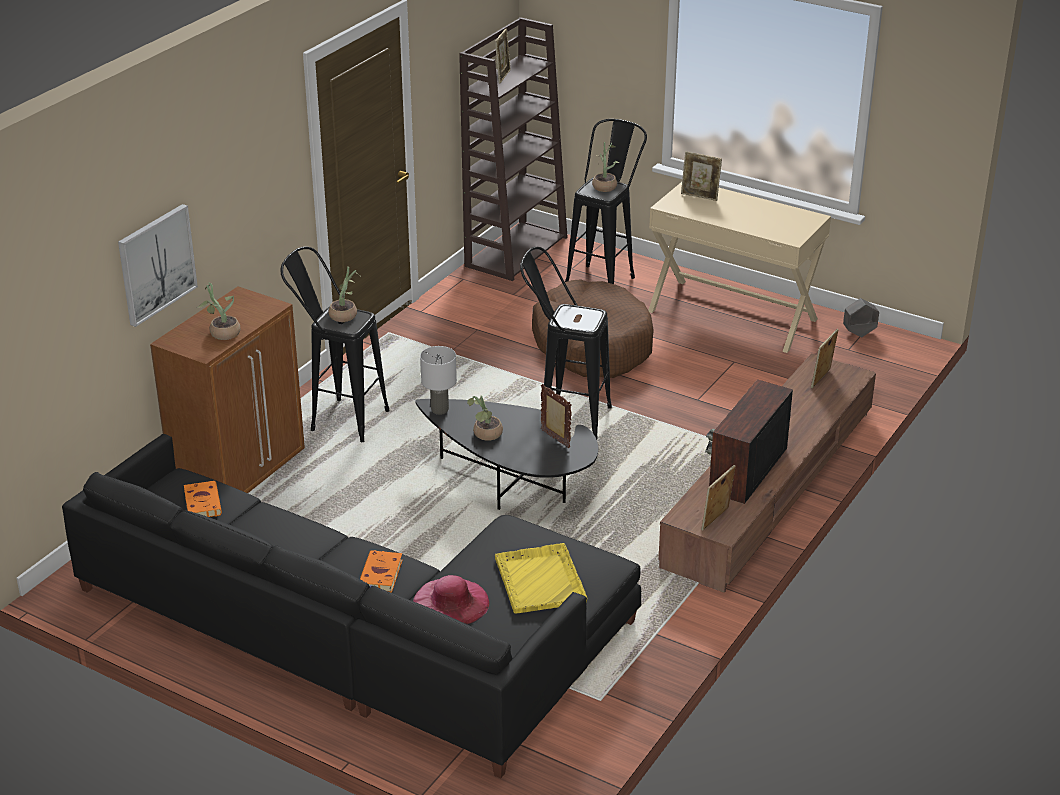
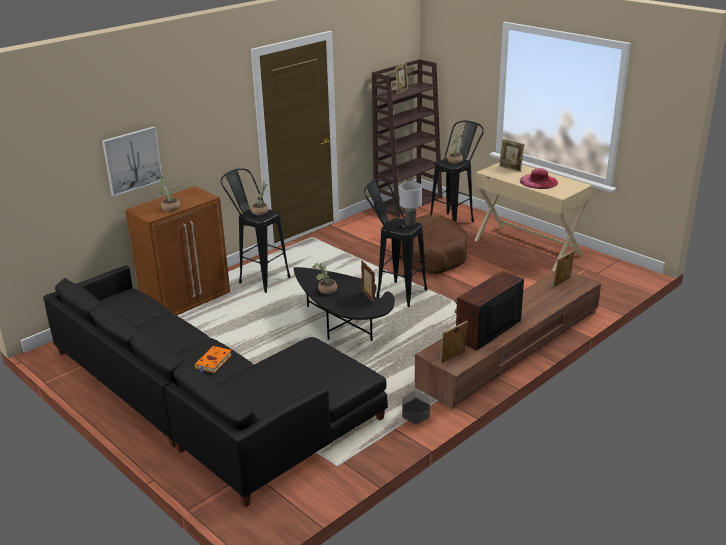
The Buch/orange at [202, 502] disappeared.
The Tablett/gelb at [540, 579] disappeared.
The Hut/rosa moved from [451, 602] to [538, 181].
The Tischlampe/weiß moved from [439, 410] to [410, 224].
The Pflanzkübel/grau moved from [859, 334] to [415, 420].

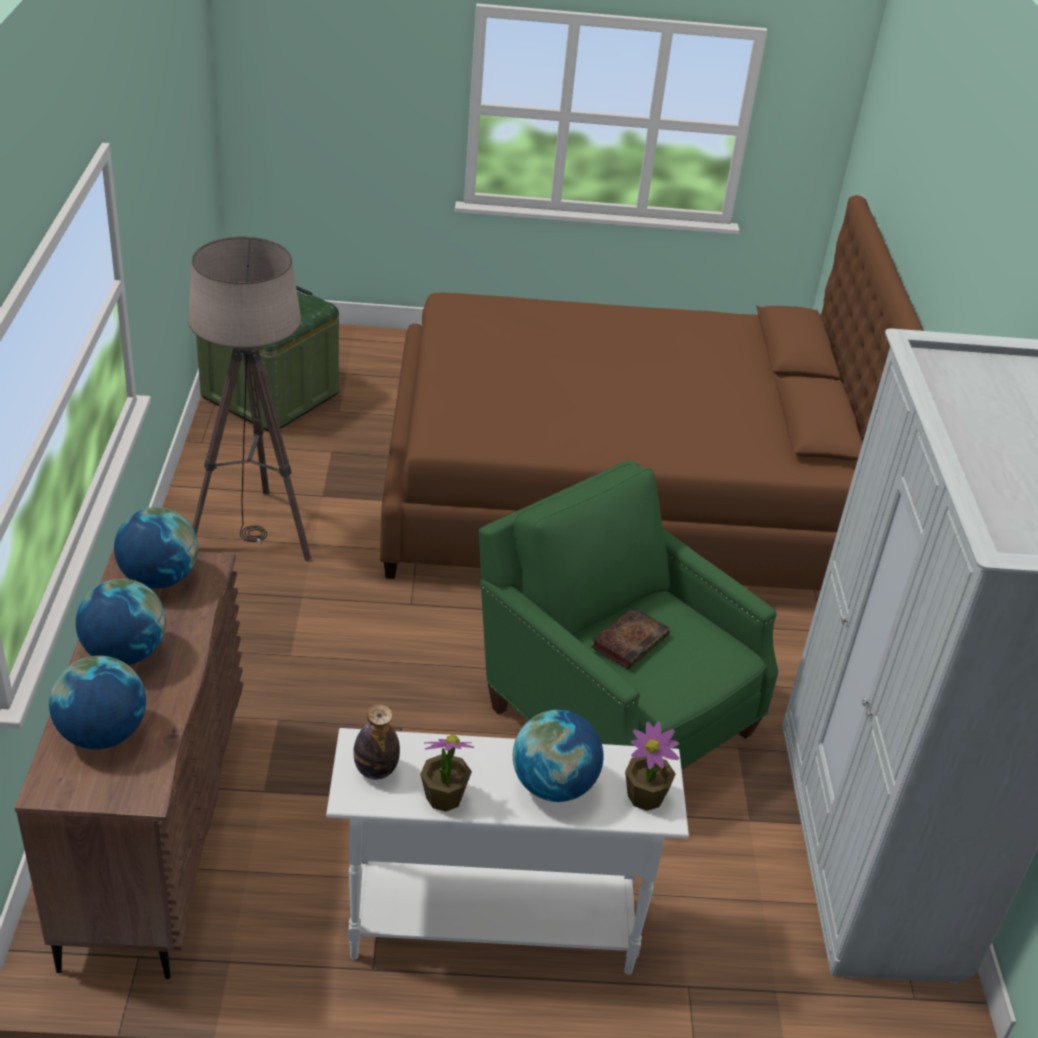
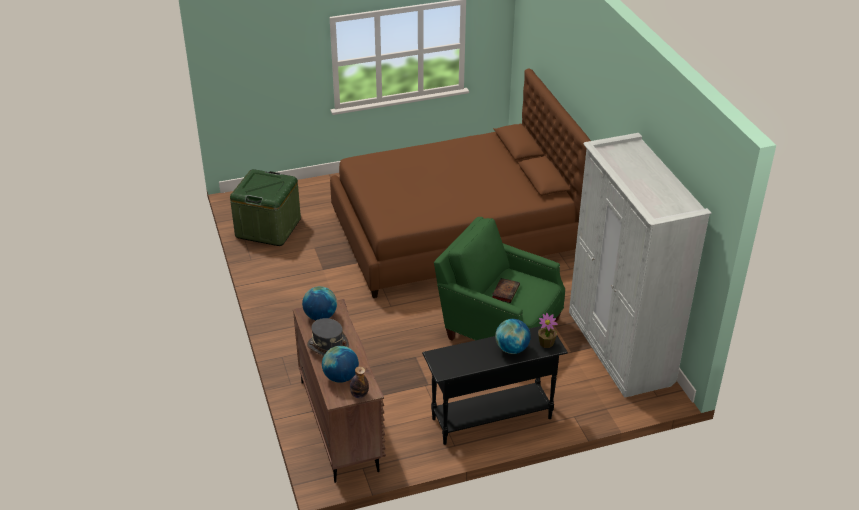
The Stehlampe at [255, 533] disappeared.
The Topfpflanze at [444, 797] disappeared.
The Flasche moved from [376, 770] to [359, 395].
The Globus at [125, 653] was replaced by the Hut/grau at [328, 347].
The Konsolentisch/weiß at [491, 926] became the Konsolentisch/schwarz at [491, 418].

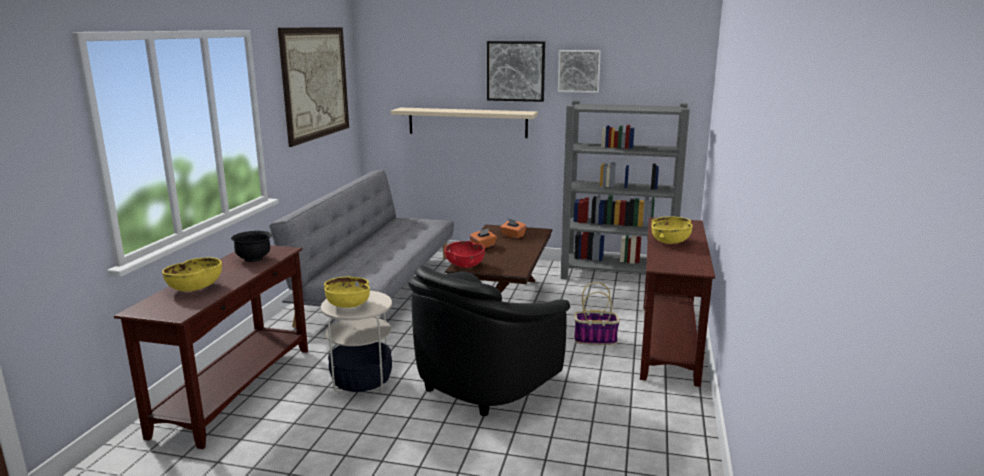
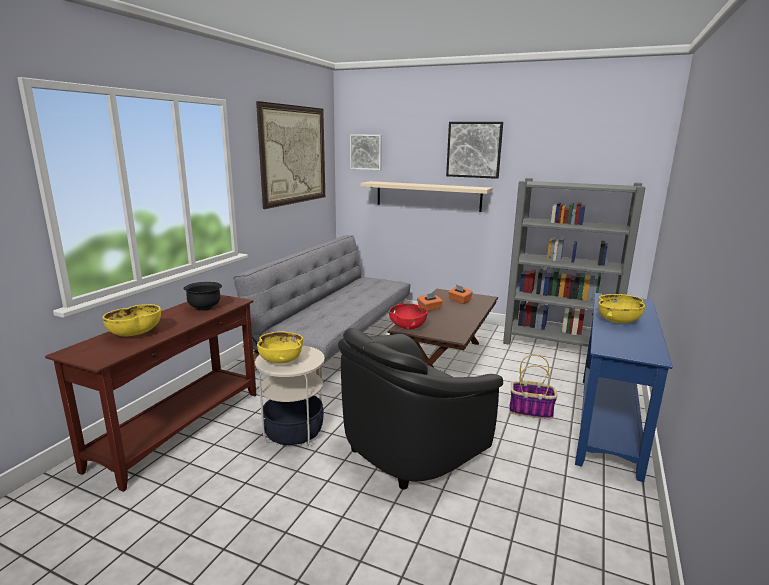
The Bild moved from [579, 71] to [366, 152].
The Konsolentisch/braun at [669, 343] became the Konsolentisch/blau at [608, 424].

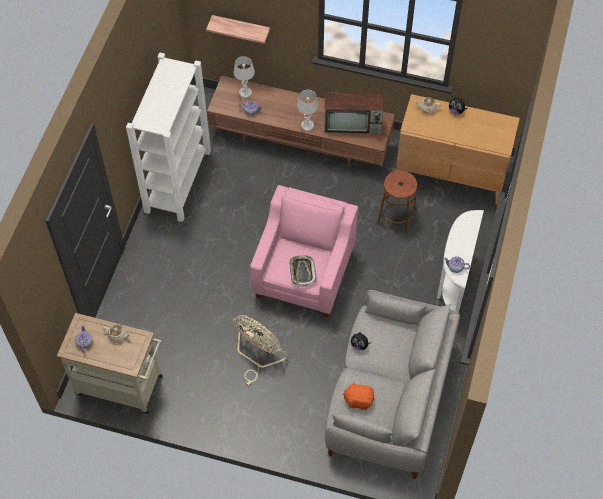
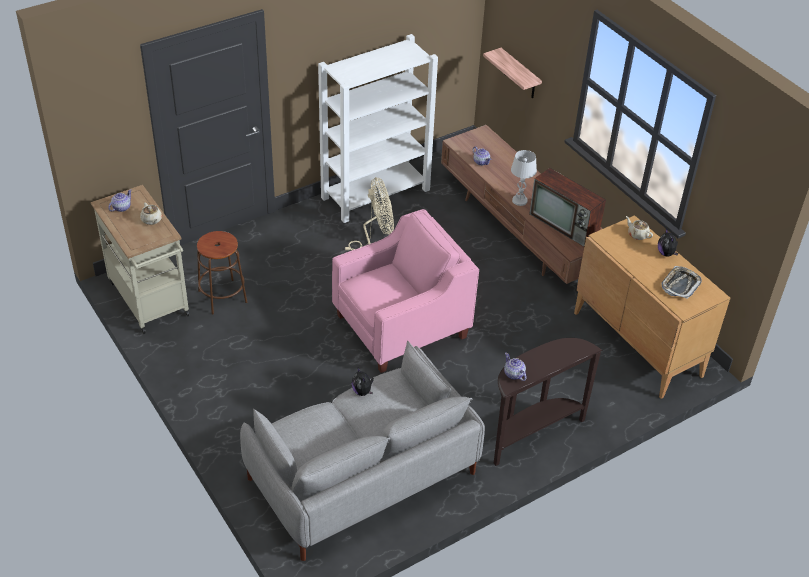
The Tischlampe/weiß at [245, 93] disappeared.
The Plüschtier/orange at [358, 400] disappeared.
The Ventilator/beige moved from [256, 355] to [375, 236].
The Tablett moved from [302, 272] to [680, 285].
The Hocker/braun moved from [396, 216] to [222, 296].
The Konsolentisch/weiß at [452, 287] became the Konsolentisch/braun at [532, 433].

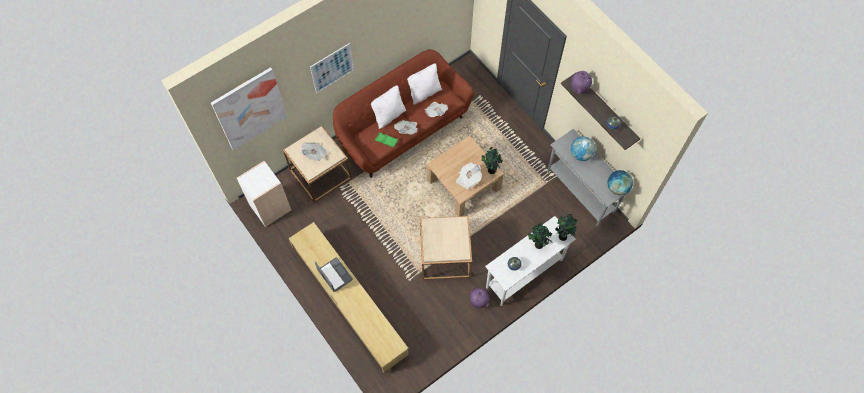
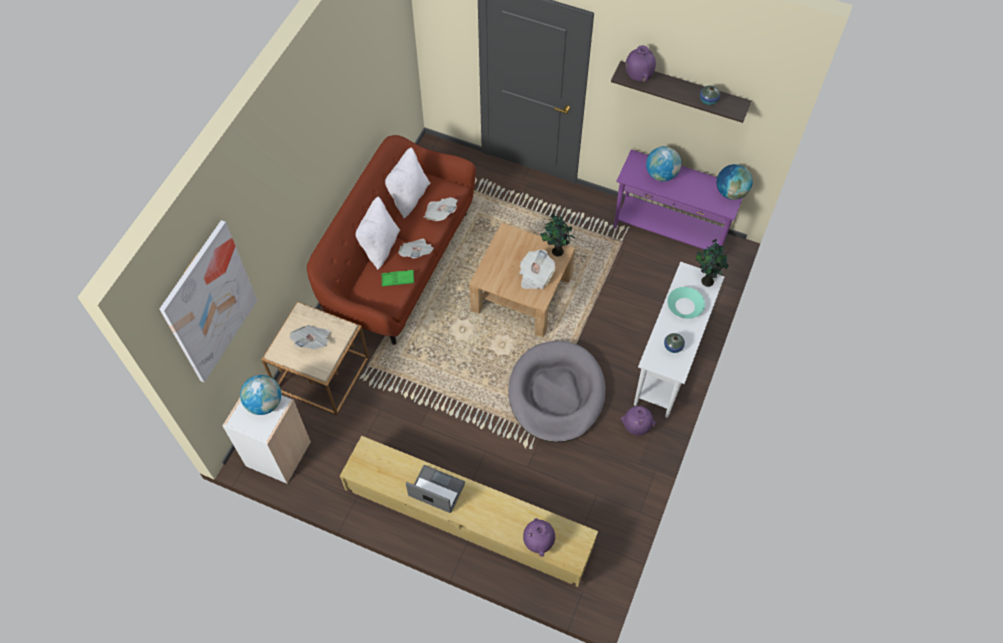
The Bild at [332, 68] disappeared.
The Globus at [265, 403] appeared.
The Vase/lila at [538, 542] appeared.
The Beistelltisch/beige at [445, 256] was replaced by the Hundebett/grau at [556, 393].
The Topfpflanze at [538, 244] was replaced by the Schüssel/türkis at [684, 306].
The Konsolentisch/grau at [581, 192] became the Konsolentisch/lila at [670, 232].

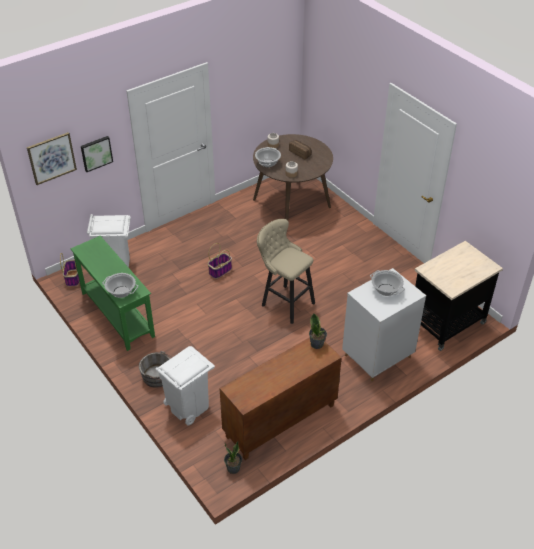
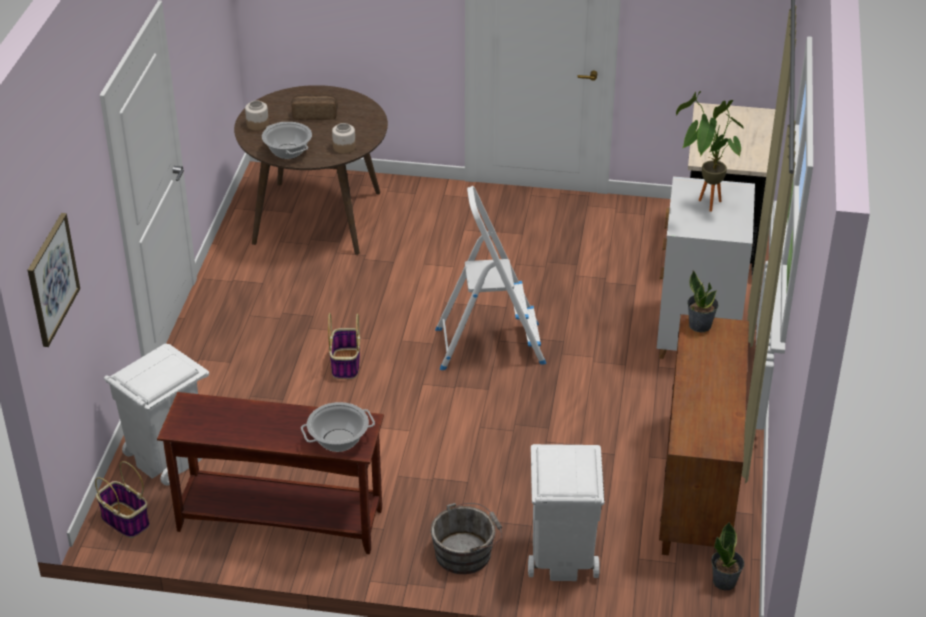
The Bild at [96, 153] disappeared.
The Hocker/beige at [283, 301] was replaced by the Trittleiter/weiß at [491, 346].
The Kochtopf at [386, 290] was replaced by the Topfpflanze at [704, 205].
The Konsolentisch/grün at [117, 314] became the Konsolentisch/braun at [279, 520].

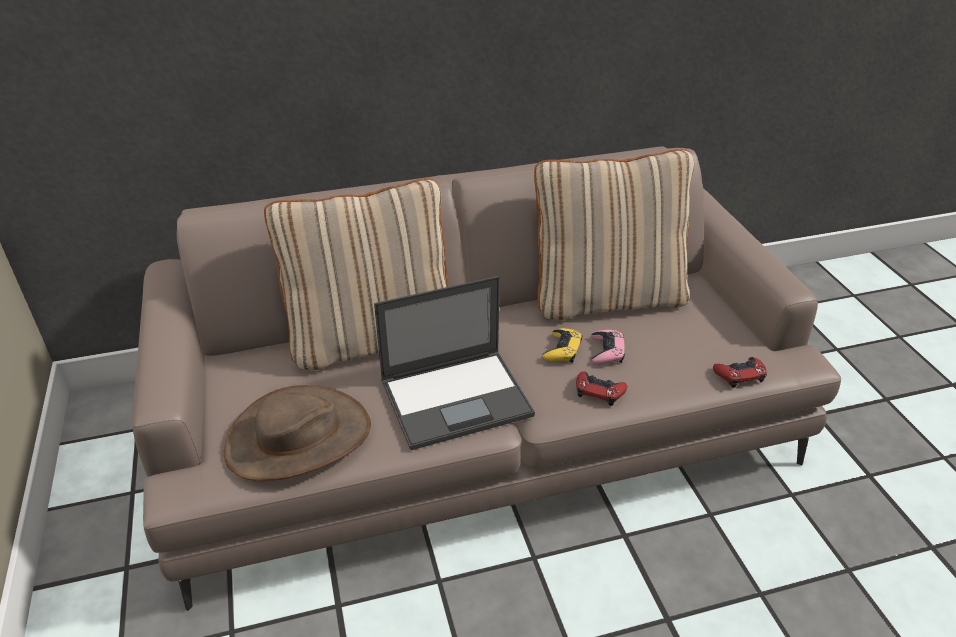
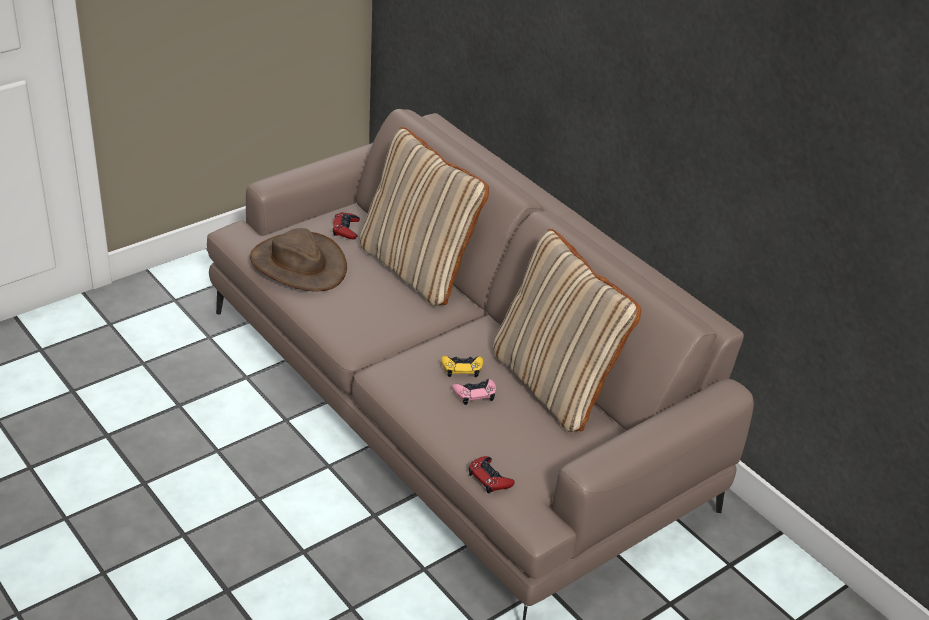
The Laptop at [457, 397] disappeared.
The Gamepad/rot moved from [599, 391] to [346, 229].

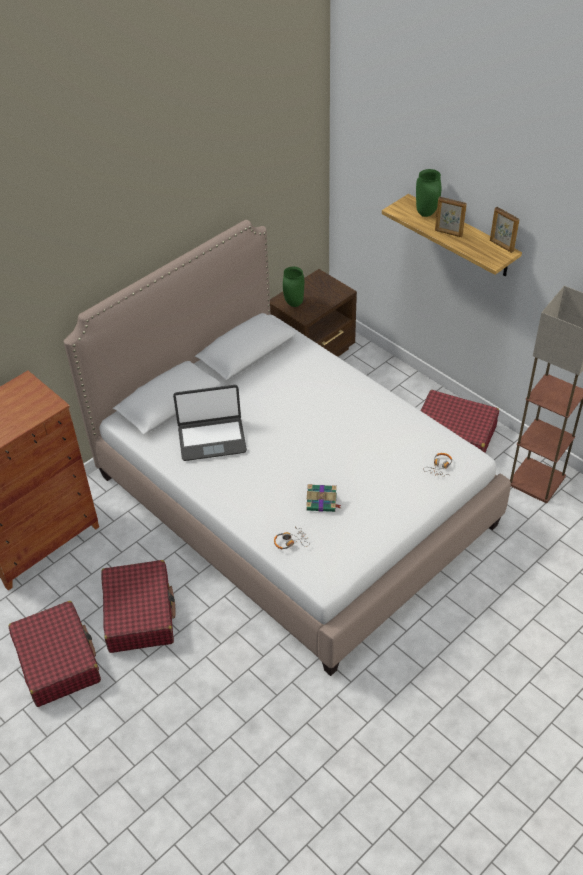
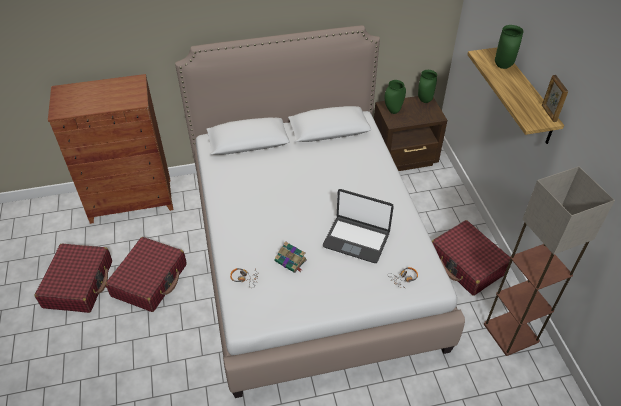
The Bilderrahmen at [448, 233] disappeared.
The Vase/grün at [425, 101] appeared.
The Laptop moved from [212, 439] to [356, 239].

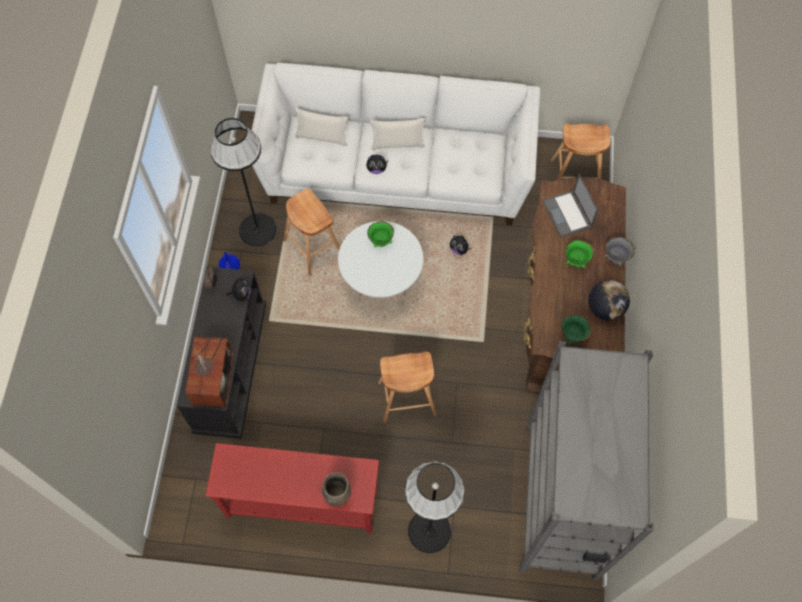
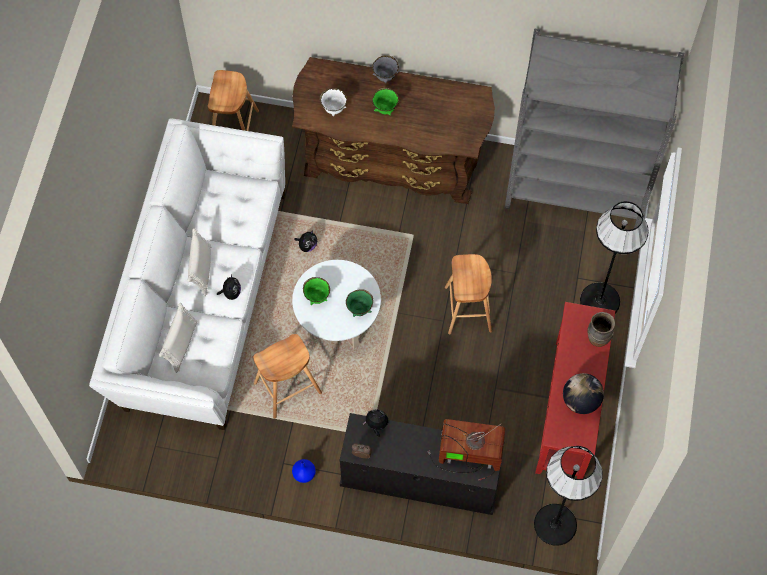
The Stehlampe/schwarz moved from [257, 230] to [555, 524].
The Schüssel/grün moved from [572, 336] to [360, 309].
The Globus moved from [605, 308] to [580, 400].
The Laptop at [567, 214] was replaced by the Schüssel/weiß at [334, 109].

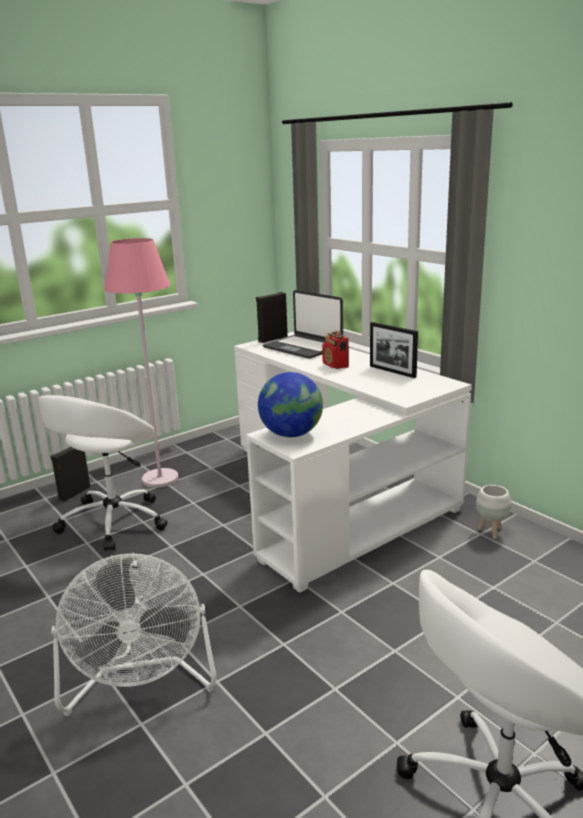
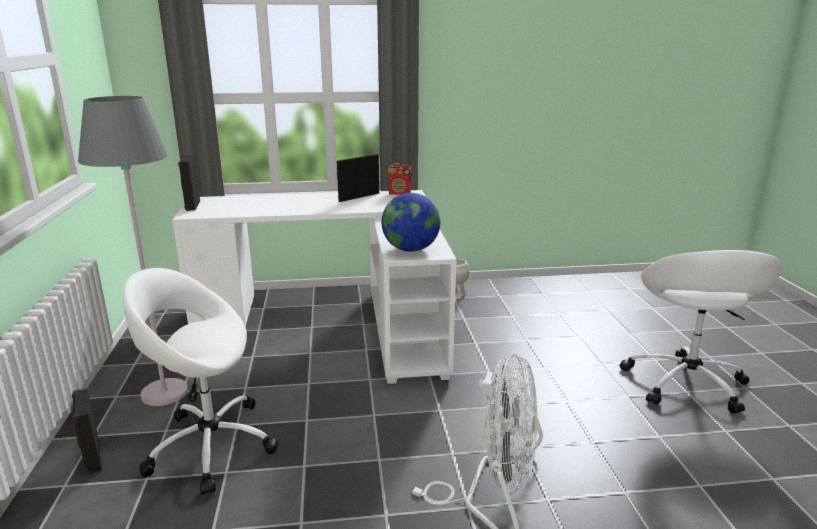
The Laptop at [303, 347] disappeared.
The Radio moved from [335, 365] to [400, 193].
The Stehlampe/rosa at [160, 479] became the Stehlampe/grau at [164, 393].
The Bürostuhl/weiß at [112, 523] turned 120 degrees clockwise.
The Bilderrahmen at [392, 371] turned 150 degrees clockwise.

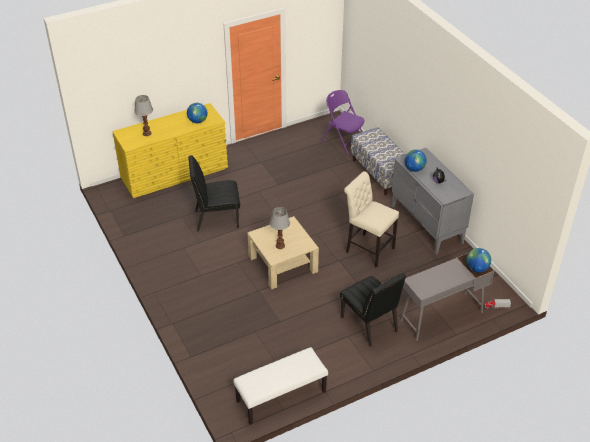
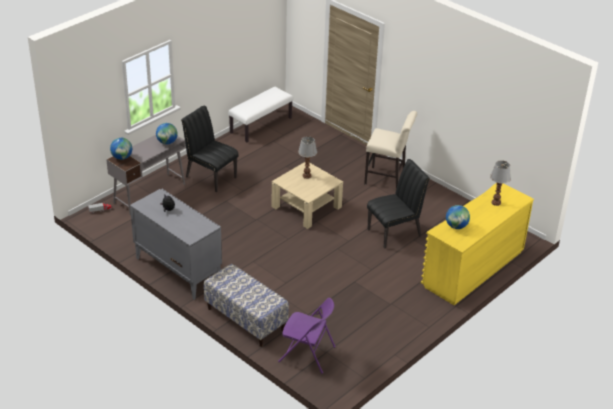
The Hocker/beige moved from [367, 249] to [387, 180].
The Globus moved from [414, 169] to [167, 142].

